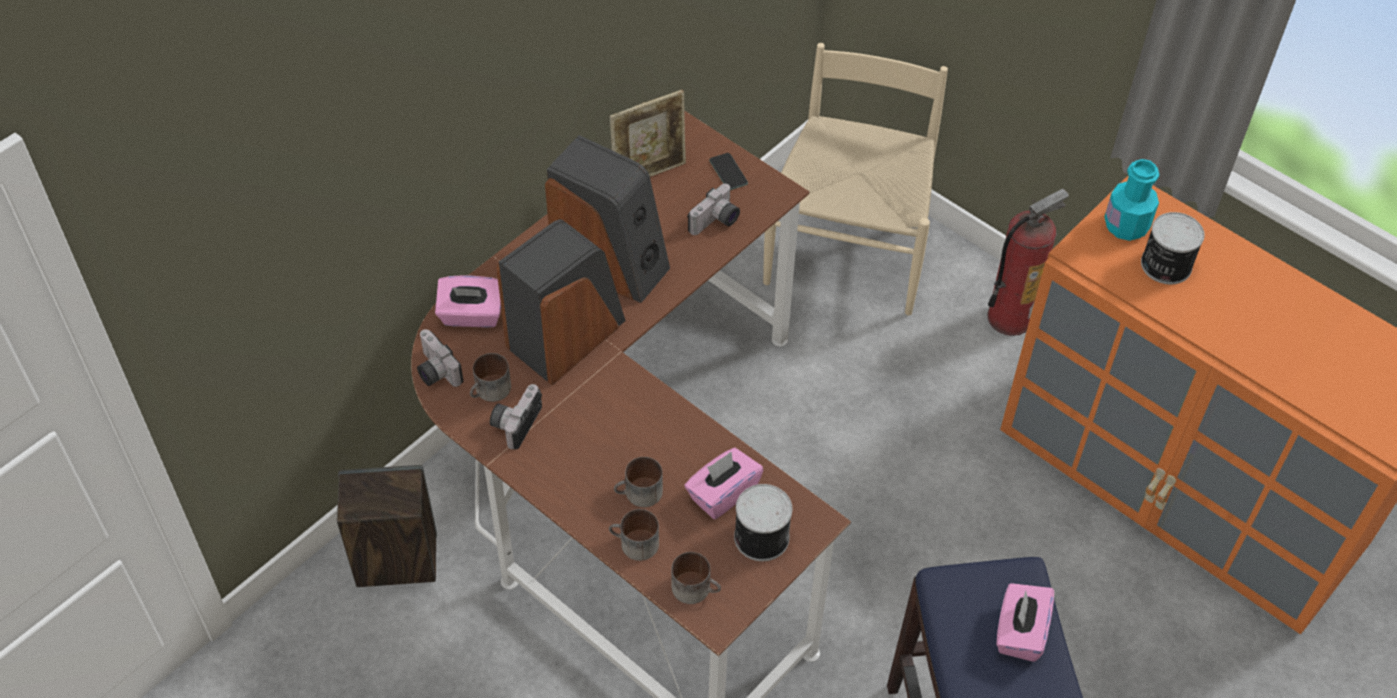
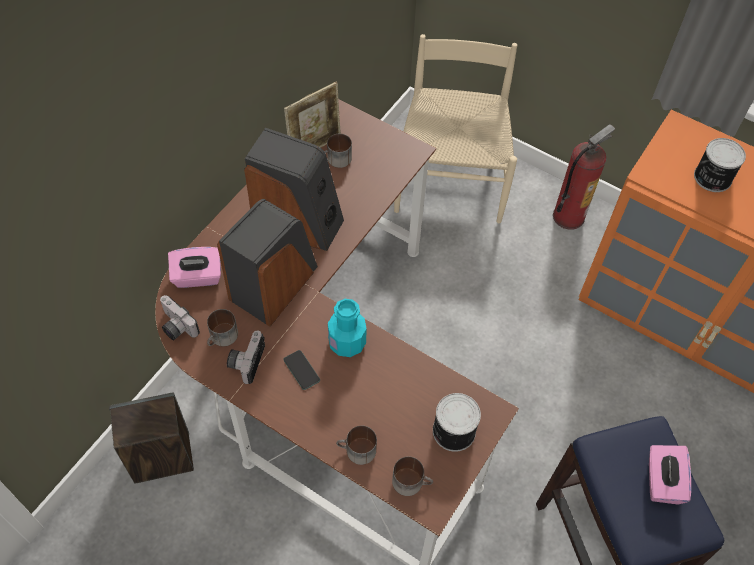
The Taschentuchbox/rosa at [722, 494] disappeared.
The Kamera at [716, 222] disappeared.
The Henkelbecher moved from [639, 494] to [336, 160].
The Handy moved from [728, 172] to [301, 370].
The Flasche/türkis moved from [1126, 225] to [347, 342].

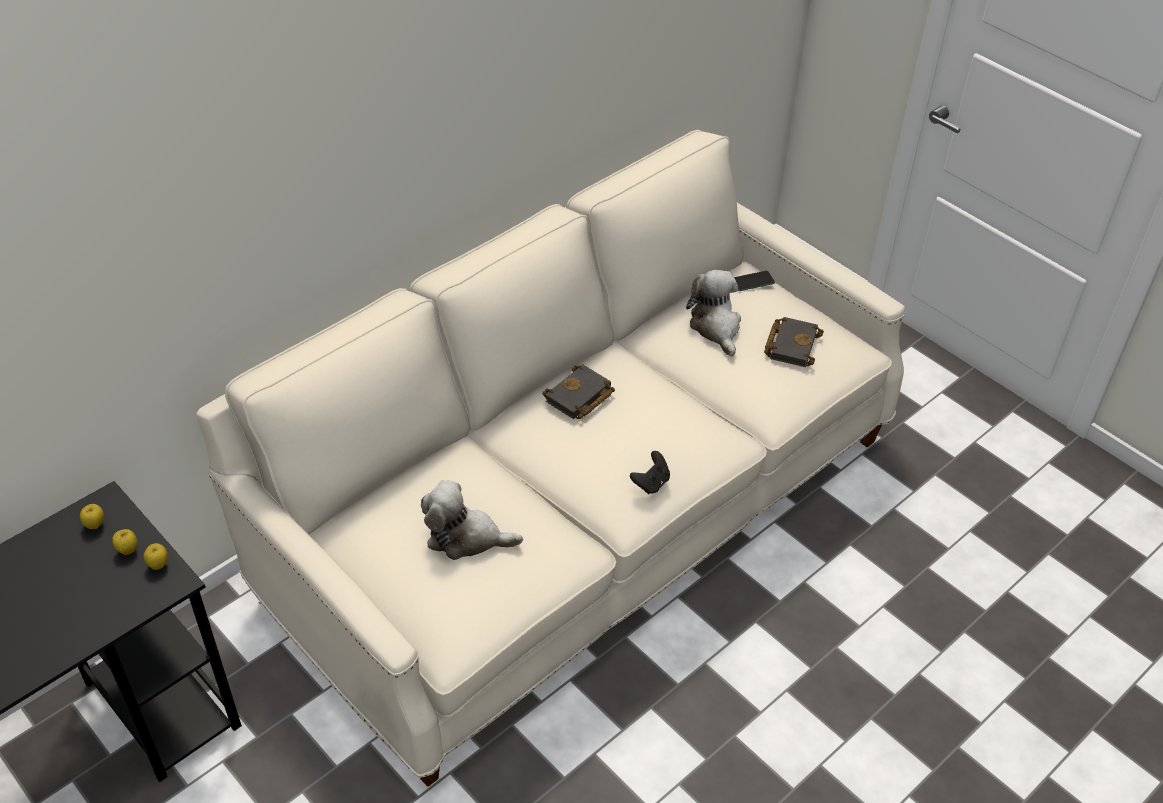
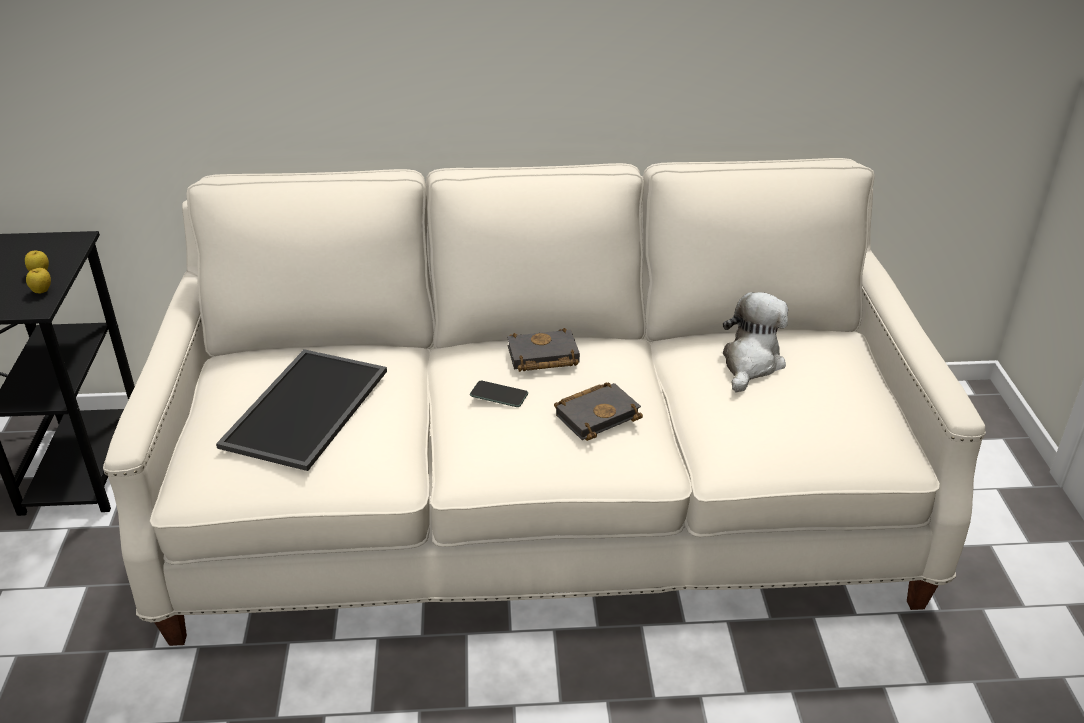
The Apfel at [95, 525] disappeared.
The Gamepad/schwarz at [651, 483] disappeared.
The Handy moved from [752, 281] to [499, 395].
The Buch/schwarz moved from [791, 344] to [597, 414].
The Plüschtier at [466, 537] was replaced by the Tablett at [307, 410].

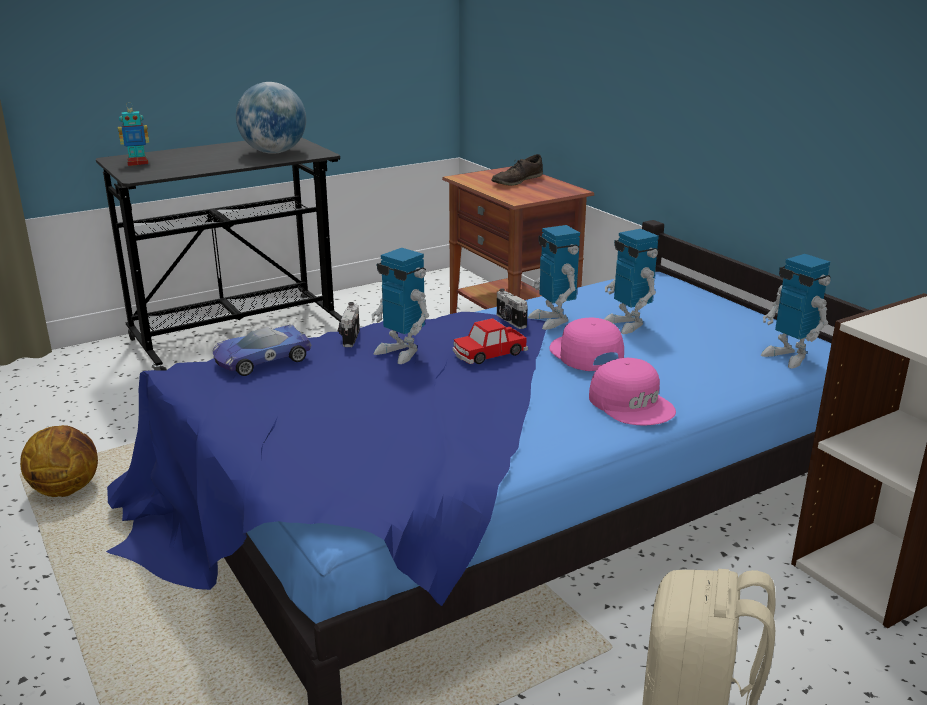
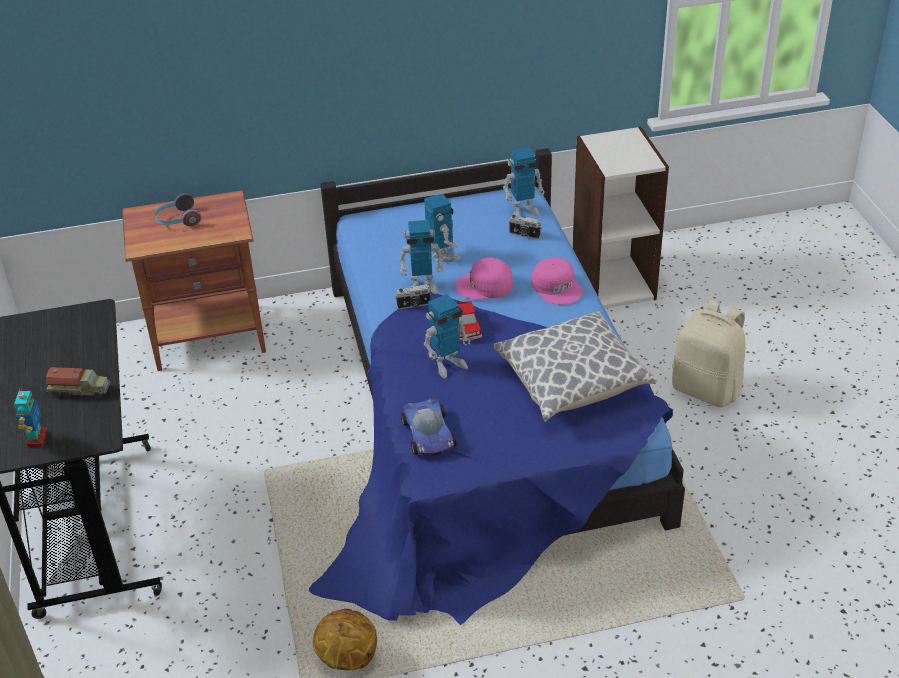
The Globus at [274, 152] disappeared.
The Spielzeuglaster at [80, 390] appeared.
The Kissen at [572, 383] appeared.
The Kamera moved from [349, 337] to [524, 235].
The Schuh/braun at [517, 181] was replaced by the Kopfhörer at [178, 220].
The Kappe/rosa at [632, 403] turned 75 degrees clockwise.
The Spielzeugroboter at [627, 324] turned 105 degrees counterclockwise.

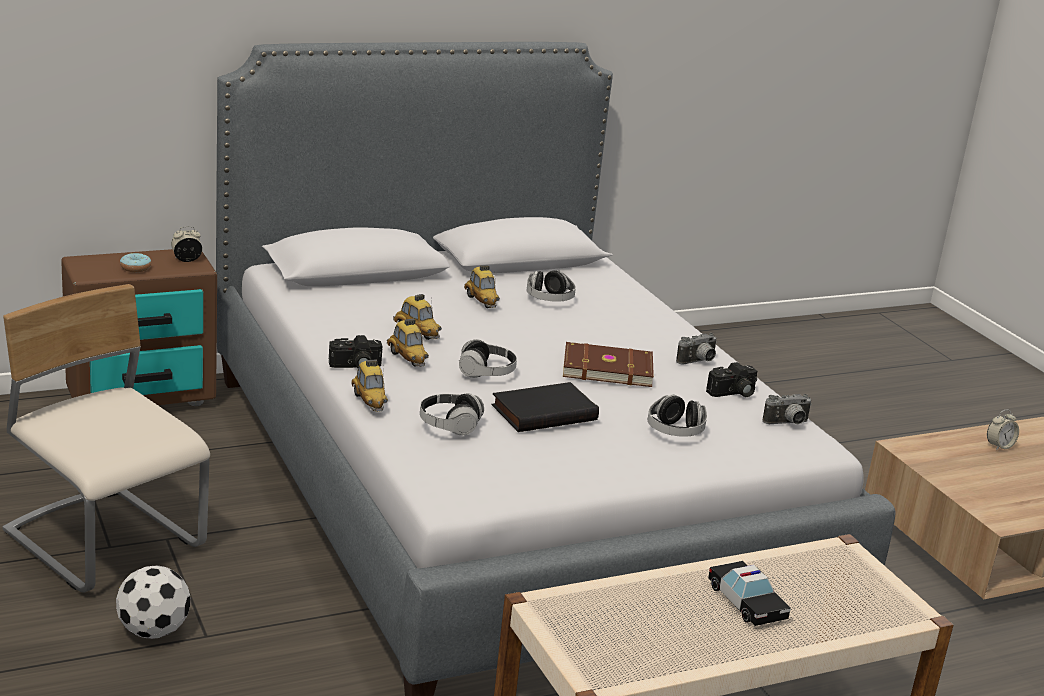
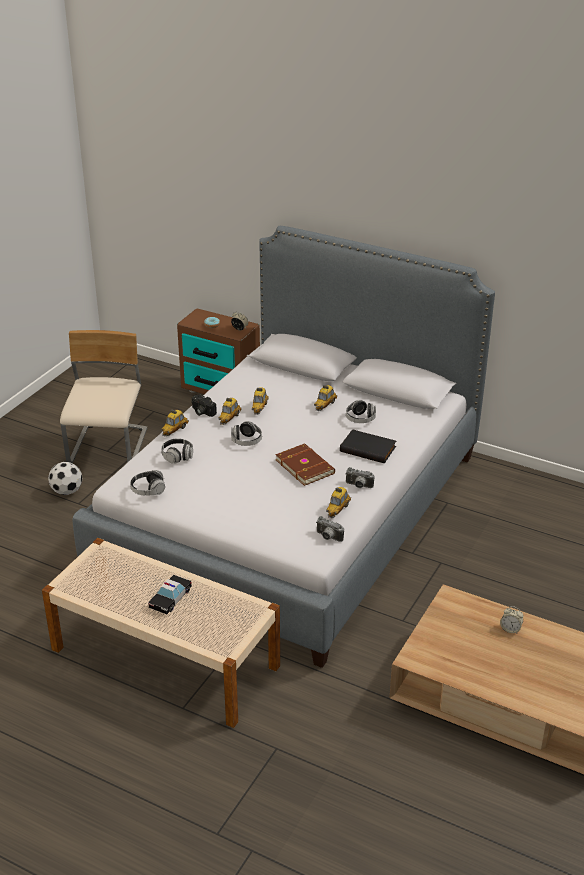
The Buch/schwarz moved from [543, 411] to [368, 448].
The Kopfhörer moved from [675, 431] to [148, 490].
The Kamera at [733, 393] was replaced by the Spielzeugauto at [338, 509].

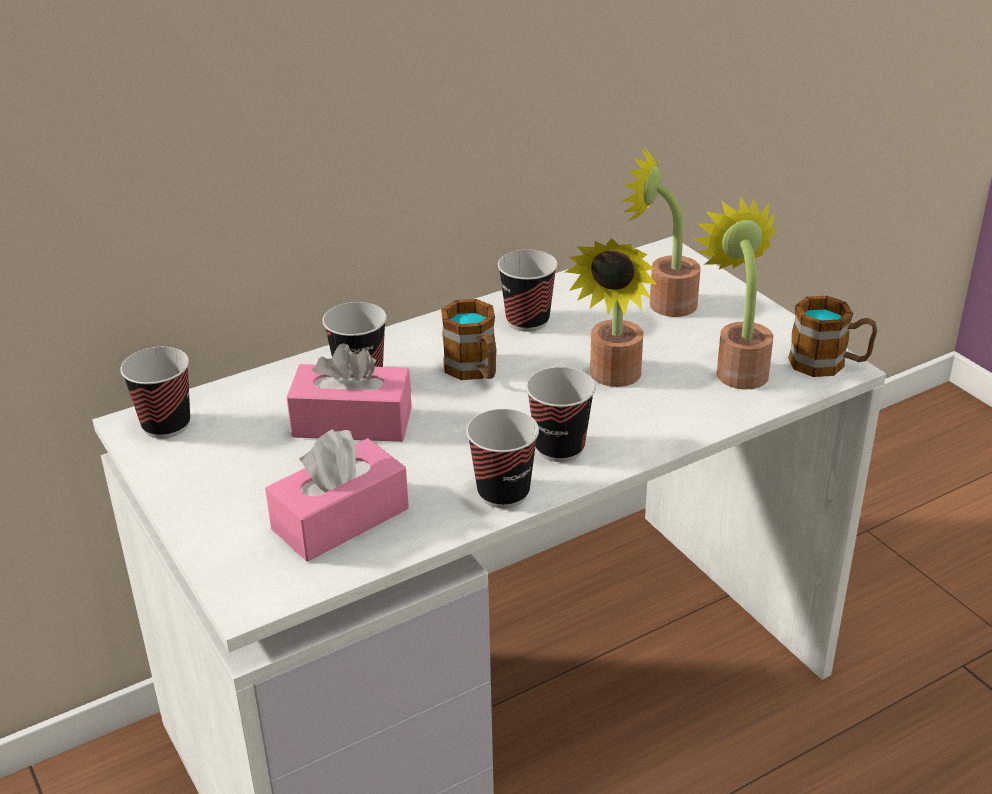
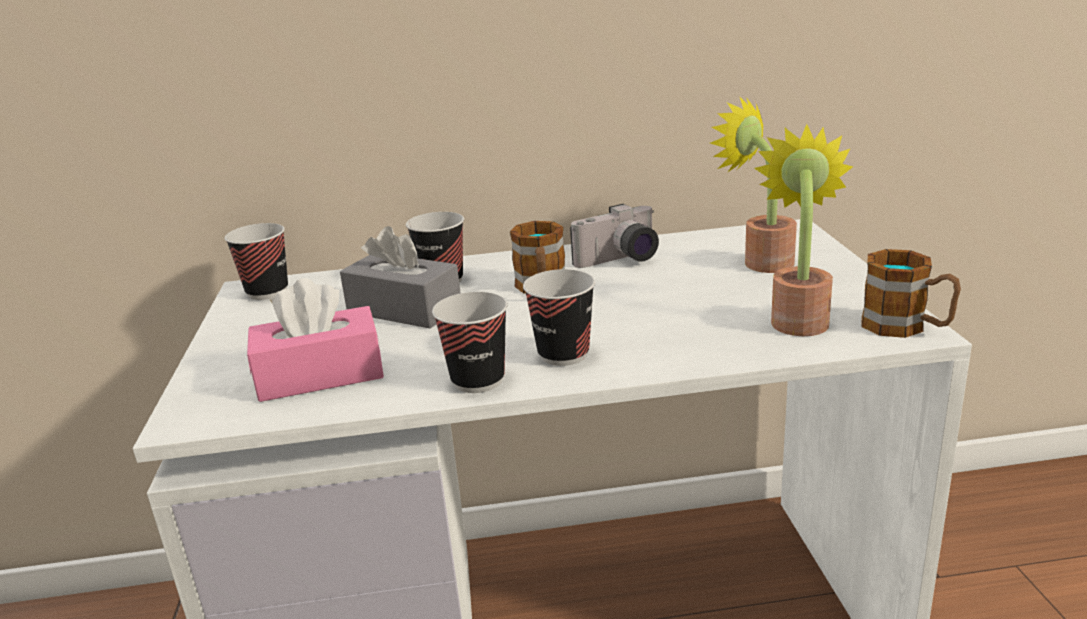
The Topfpflanze at [613, 378] disappeared.
The Tasse at [527, 321] was replaced by the Kamera at [620, 260].
The Taschentuchbox/rosa at [352, 422] became the Taschentuchbox/grau at [404, 309].

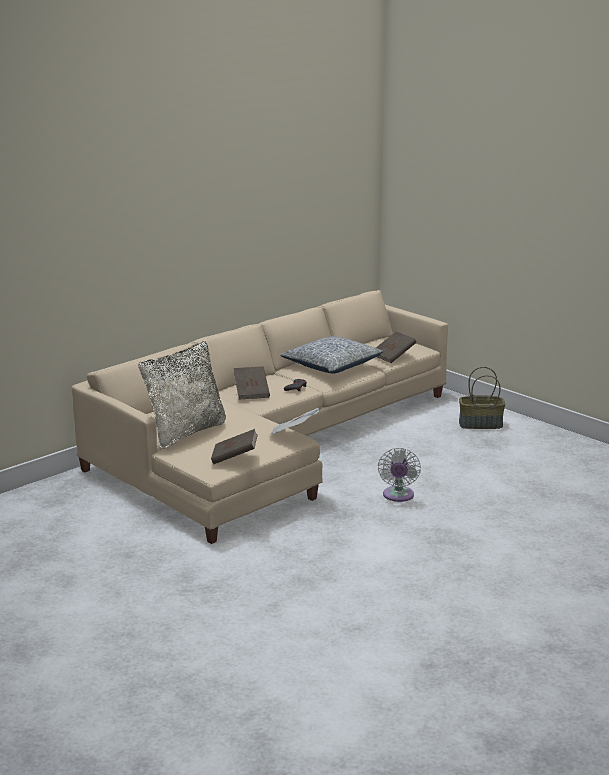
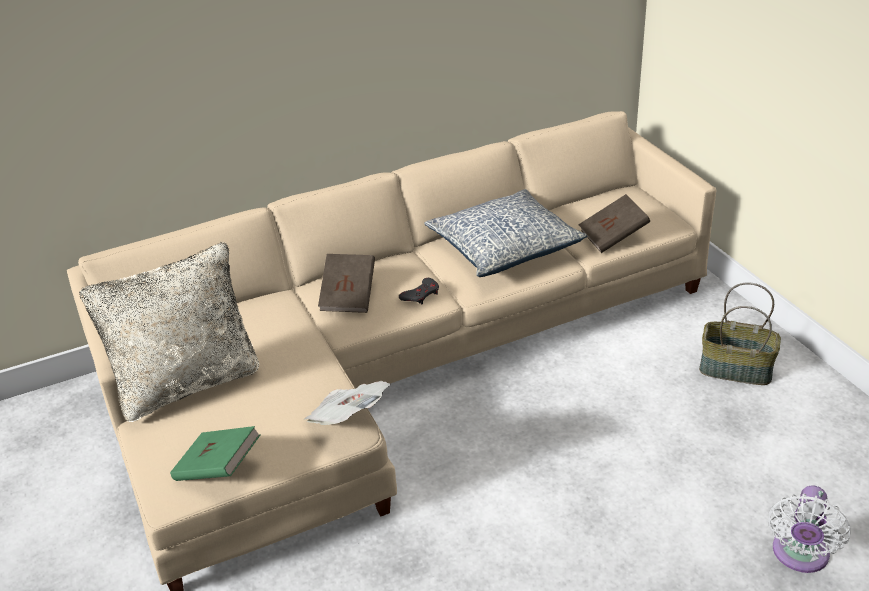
The Ventilator/weiß moved from [398, 496] to [799, 555].
The Buch/braun at [234, 457] became the Buch/grün at [218, 469].

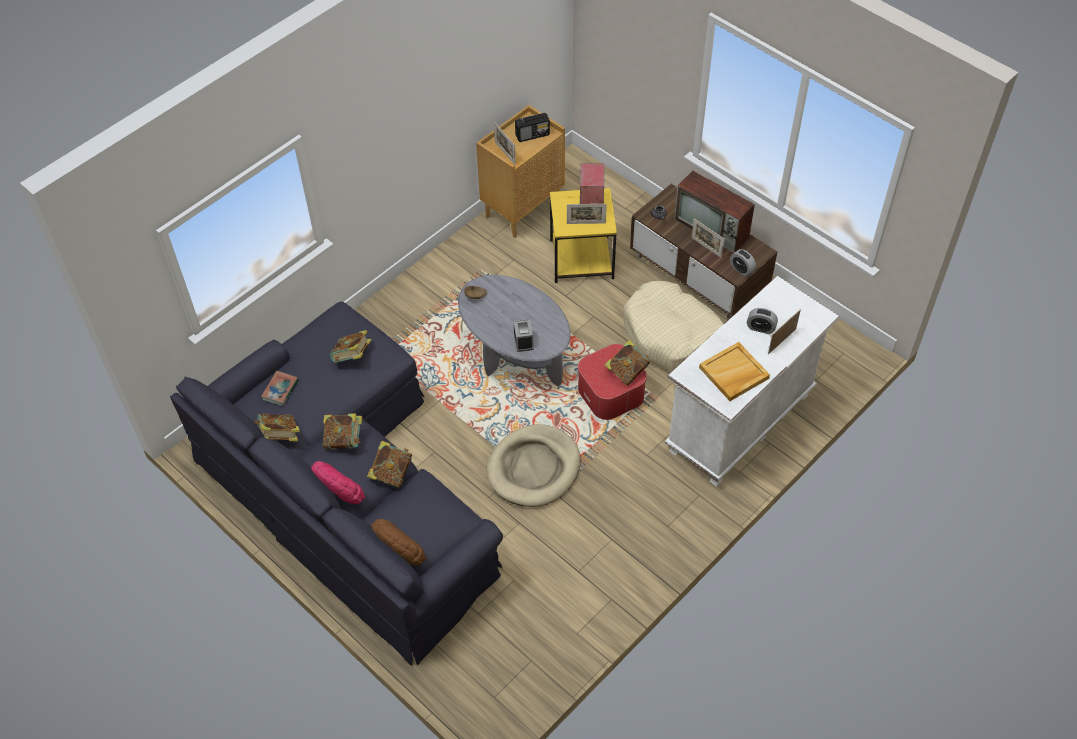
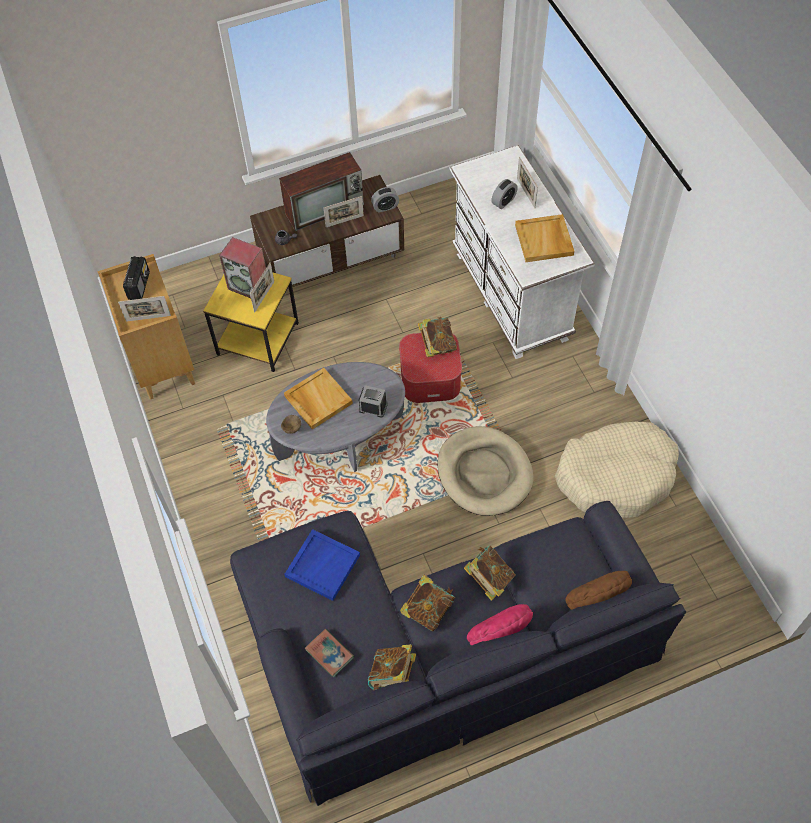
The Tablett/beige at [317, 399] appeared.
The Hundebett/beige moved from [673, 337] to [616, 476].
The Buch at [352, 357] was replaced by the Tablett/blau at [322, 565].

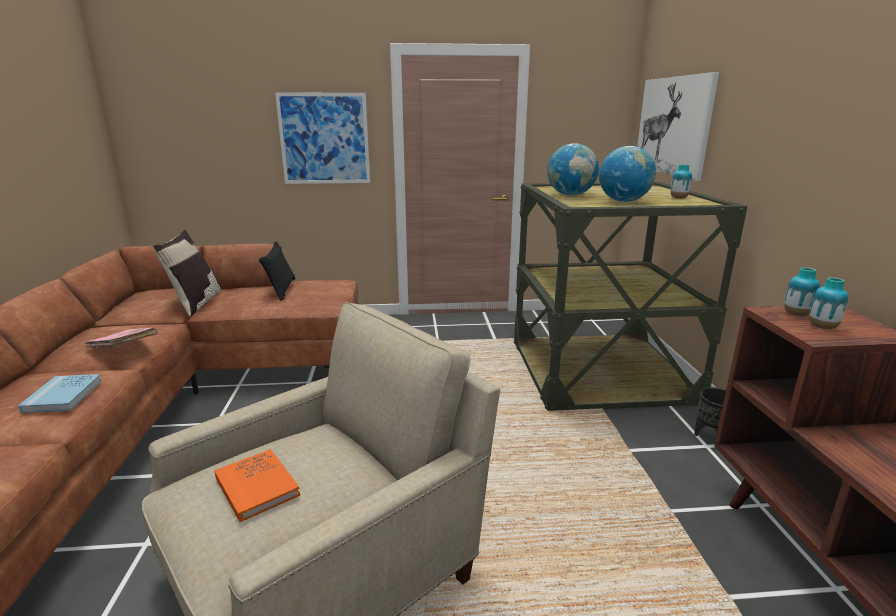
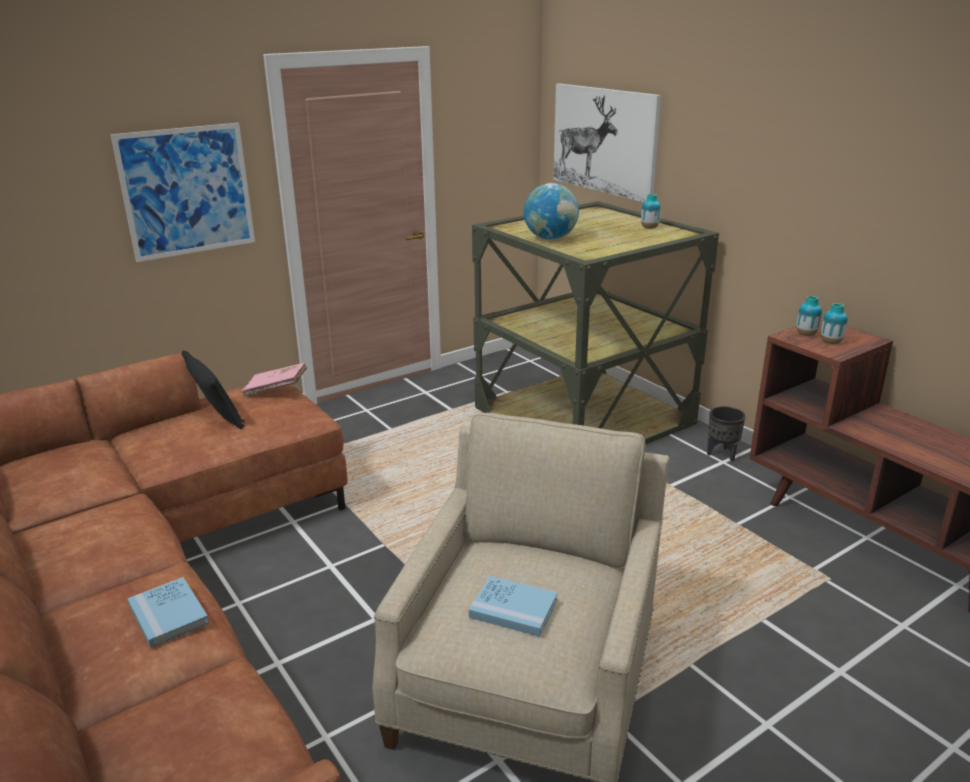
The Kissen at [195, 304] disappeared.
The Globus at [623, 201] disappeared.
The Buch/rosa moved from [123, 348] to [276, 389].
The Buch/orange at [257, 487] became the Buch/blau at [513, 608].

